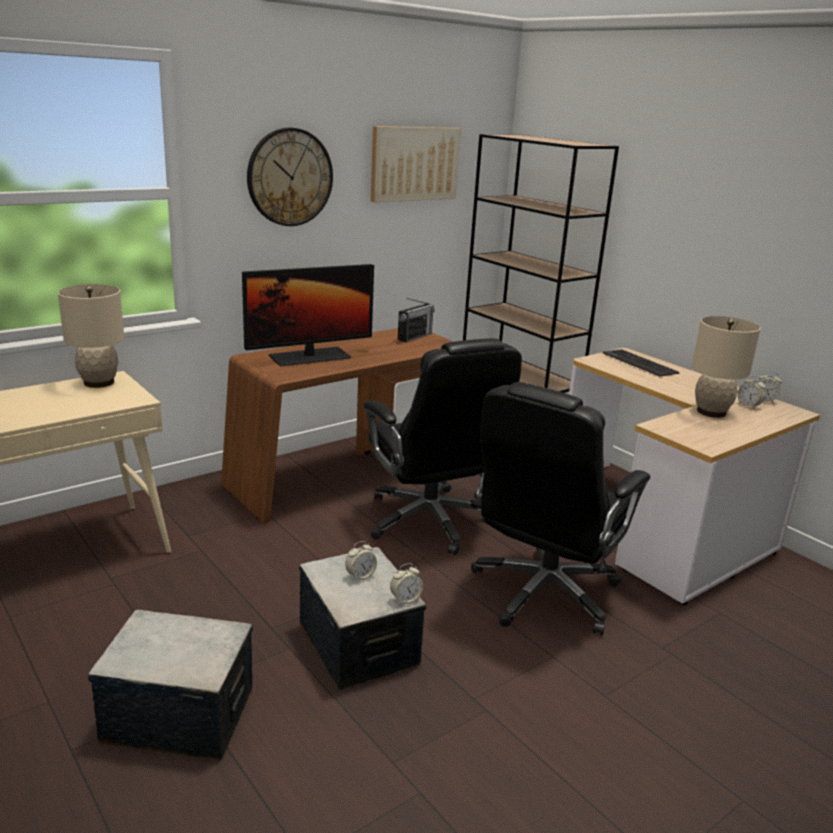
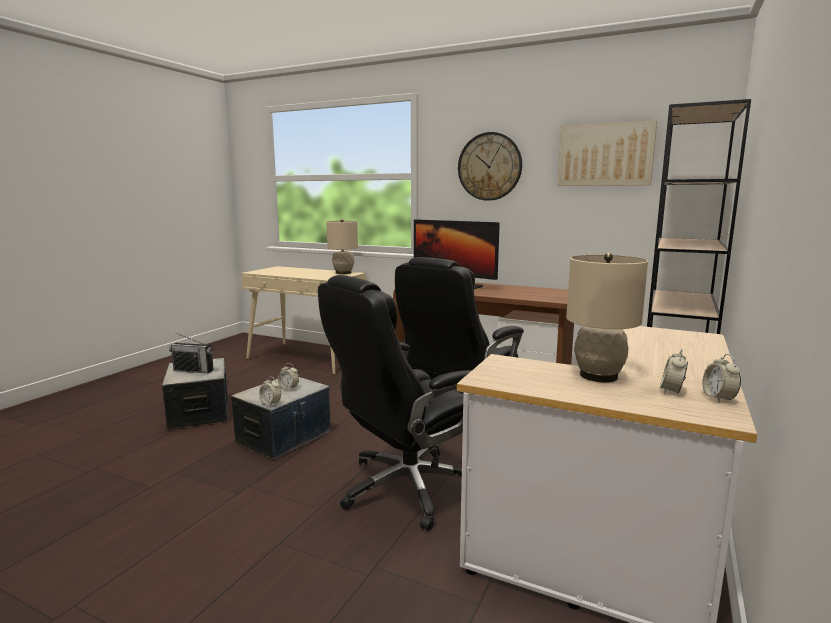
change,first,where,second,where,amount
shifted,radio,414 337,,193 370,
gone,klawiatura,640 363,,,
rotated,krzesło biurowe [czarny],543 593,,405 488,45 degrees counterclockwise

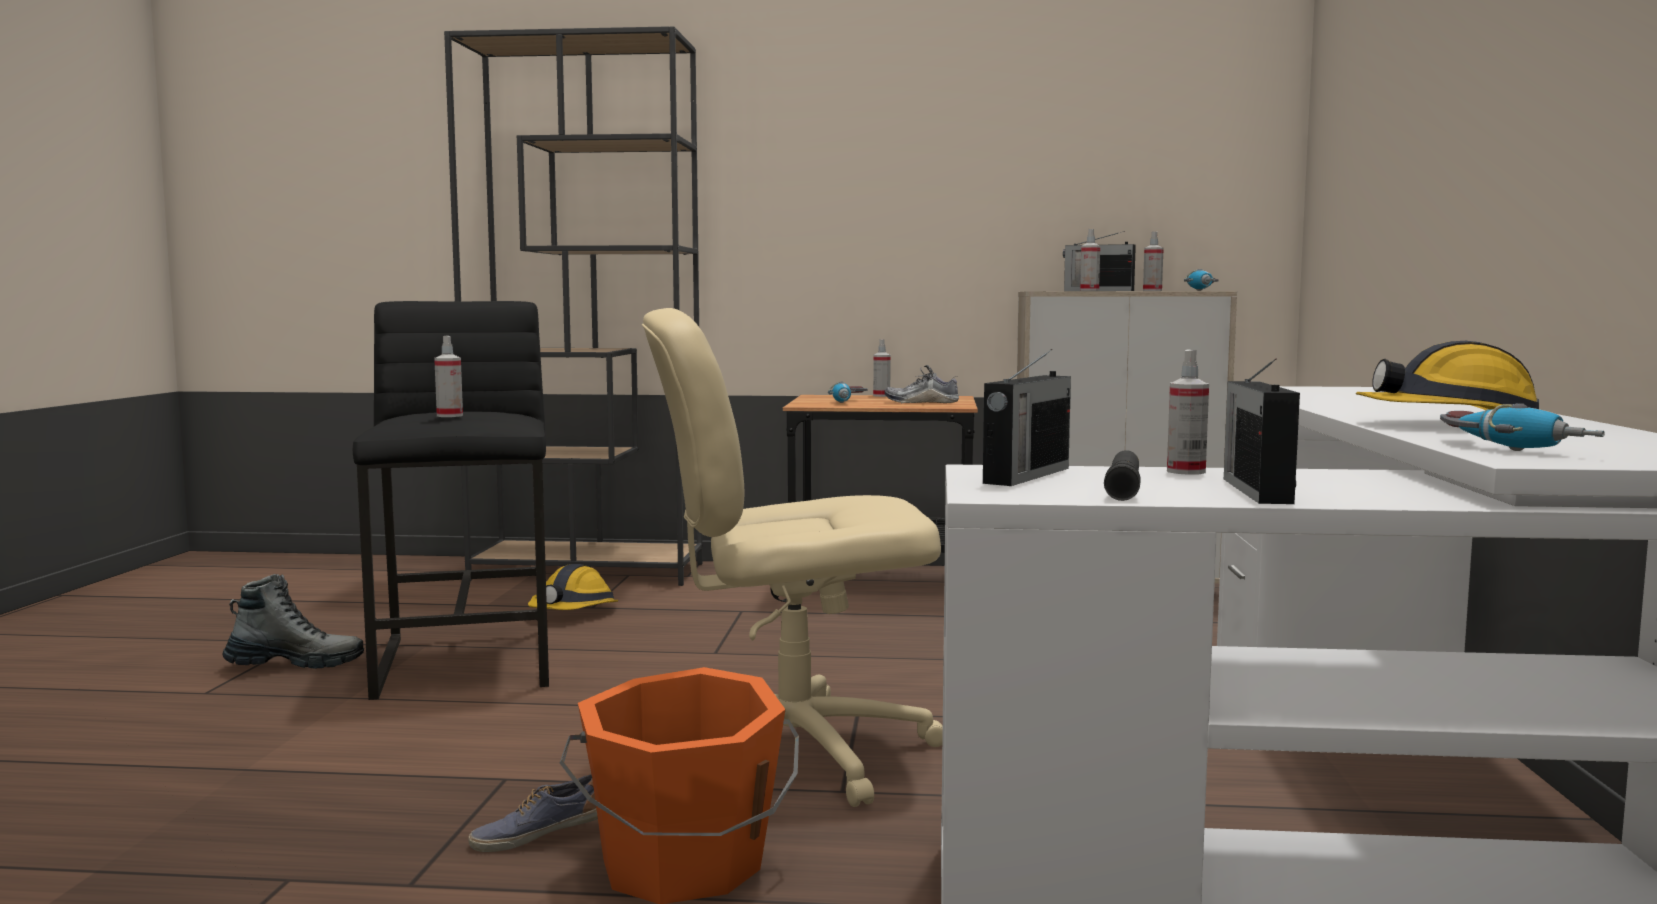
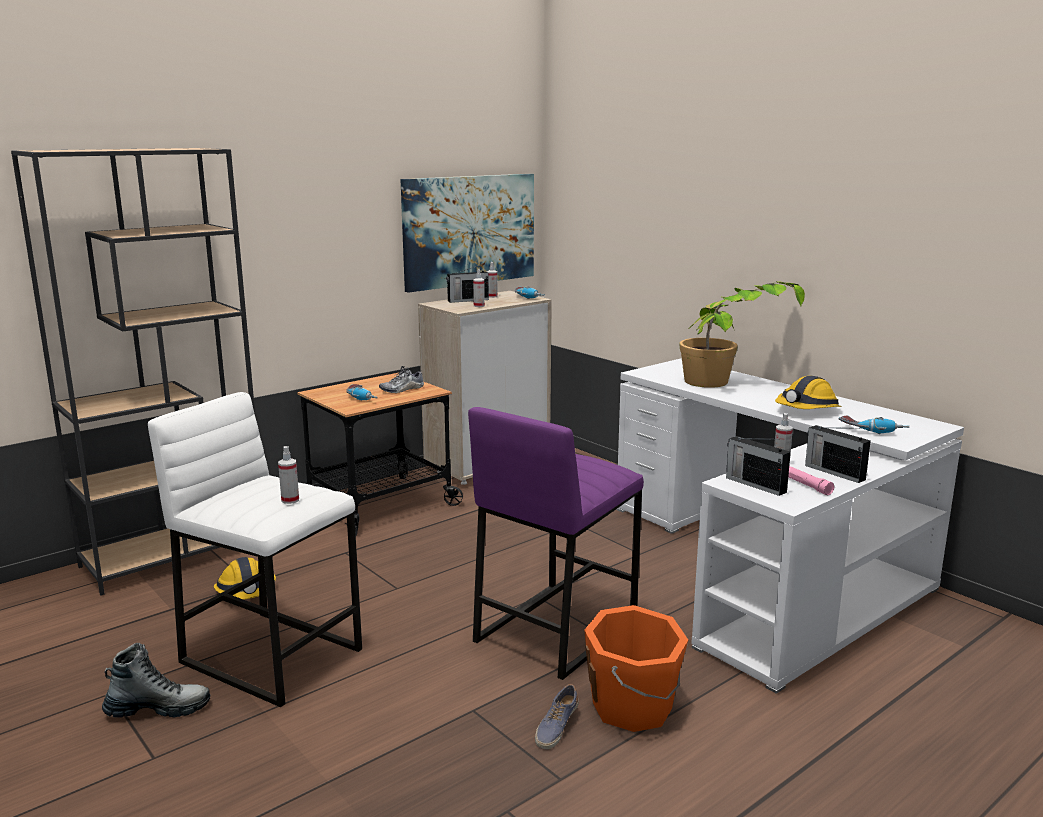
change,first,where,second,where,amount
repainted,stołek [czarny],466 662,stołek [biały],271 655,
swapped,krzesło biurowe [beżowy],793 751,stołek [fioletowy],556 630,
gone,spryskiwacz,881 395,,,
rotated,radio,1025 476,,754 484,150 degrees clockwise
repainted,latarka [czarny],1123 488,latarka [różowy],804 485,
rotated,but z cholewką,295 664,,158 709,45 degrees clockwise
new,,,obraz,469 230,
new,,,roślina doniczkowa,729 384,

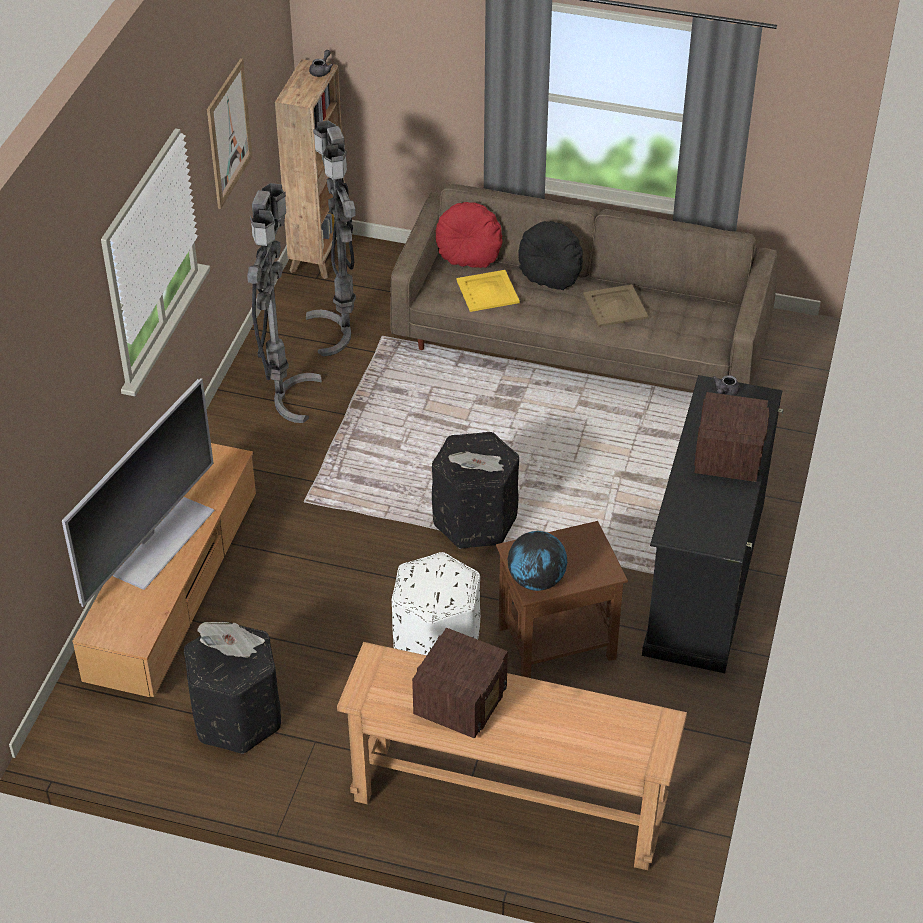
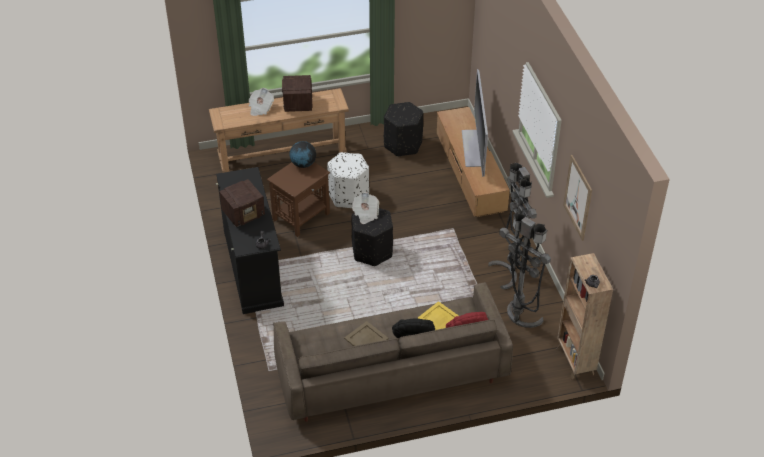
change,first,where,second,where,amount
rotated,radio,728 457,,244 213,105 degrees counterclockwise
shifted,gazeta,233 649,,260 108,

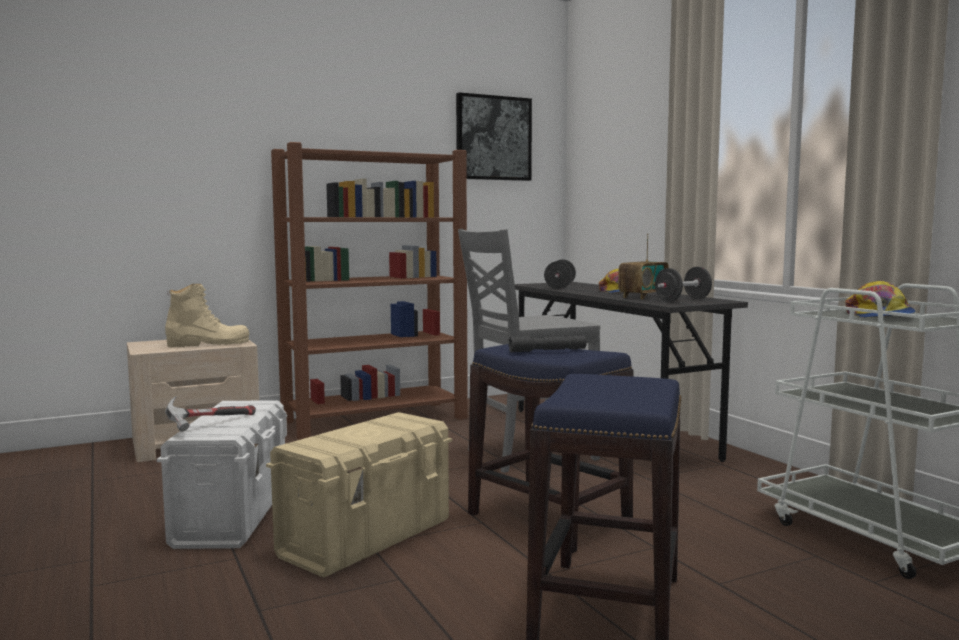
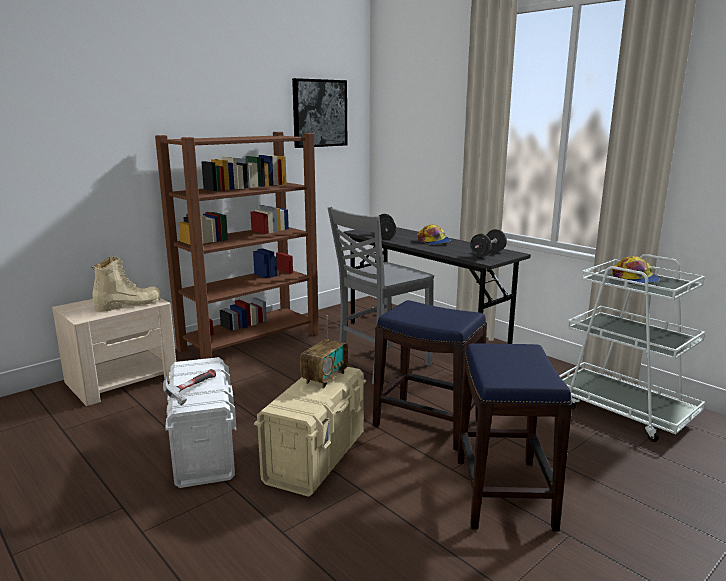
change,first,where,second,where,amount
shifted,radio,643 297,,325 378,
gone,latarka [szary],547 351,,,

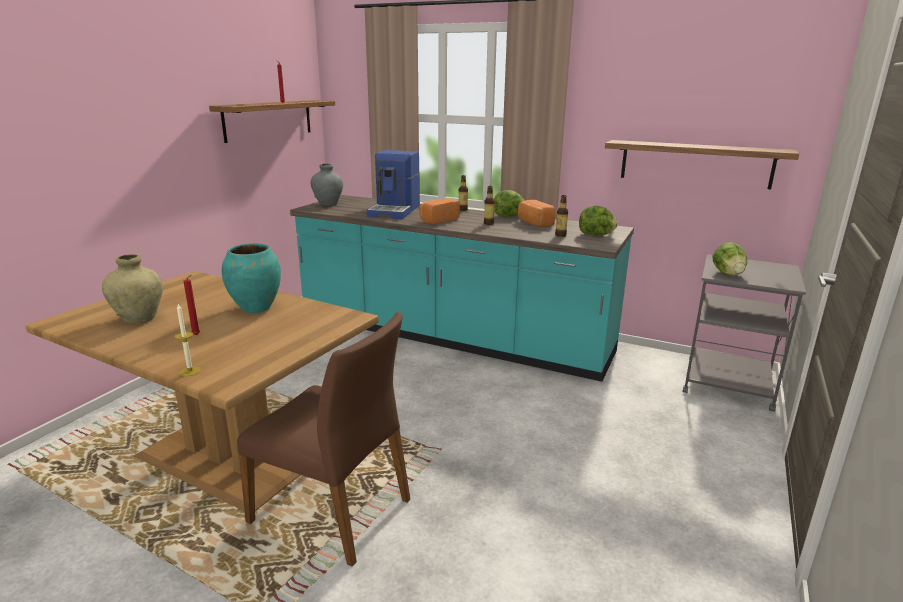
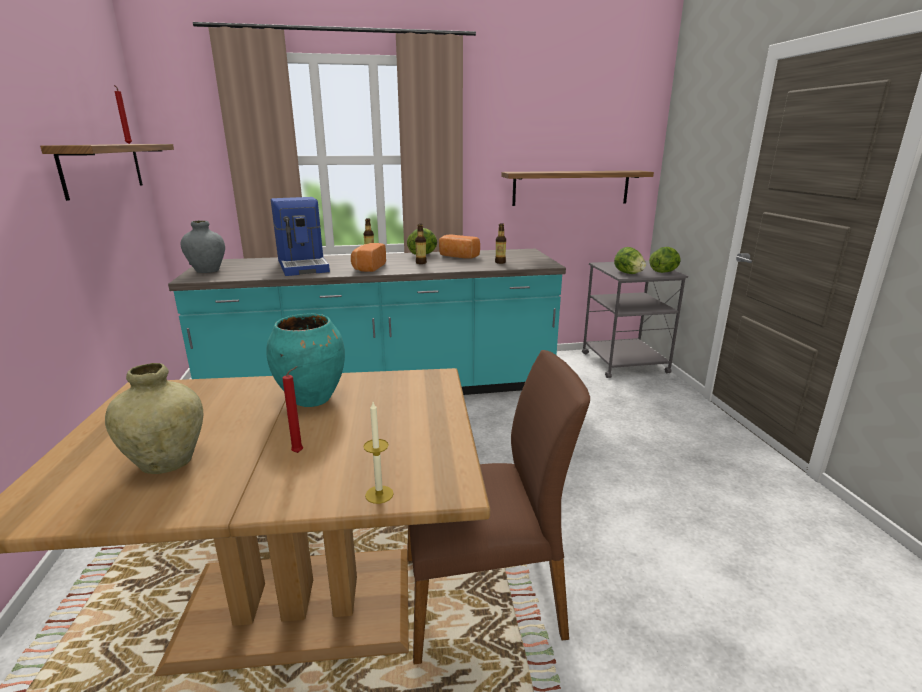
change,first,where,second,where,amount
shifted,sałata,596 235,,664 272,

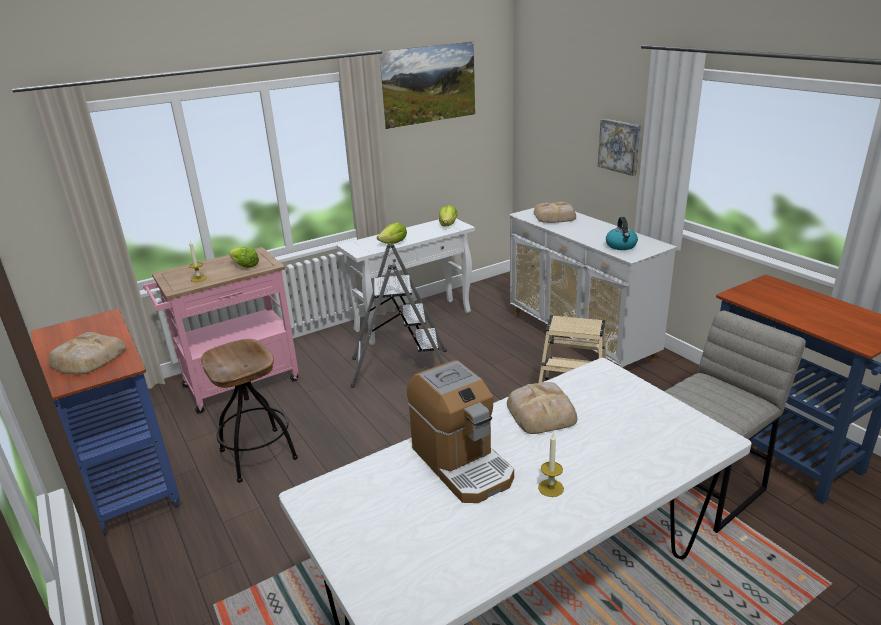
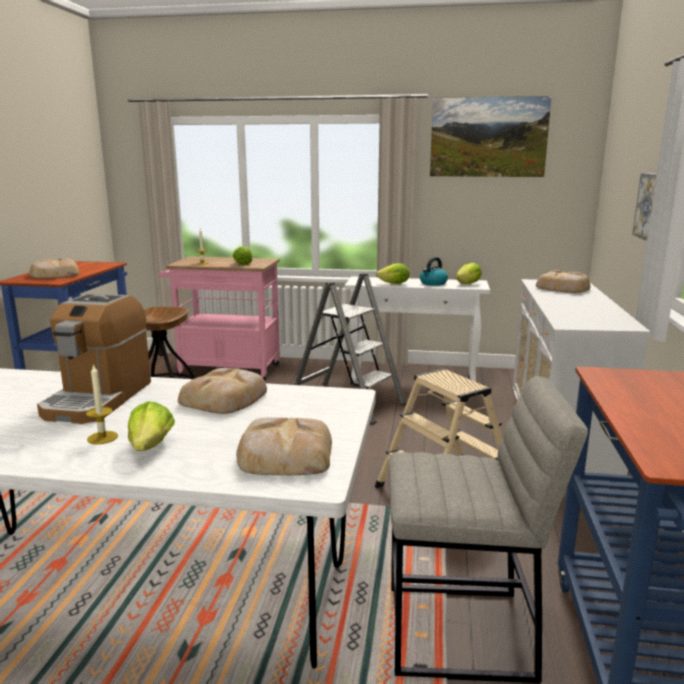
change,first,where,second,where,amount
shifted,czajnik,621 246,,433 283,
new,,,sałata,151 446,
new,,,chleb,284 455,

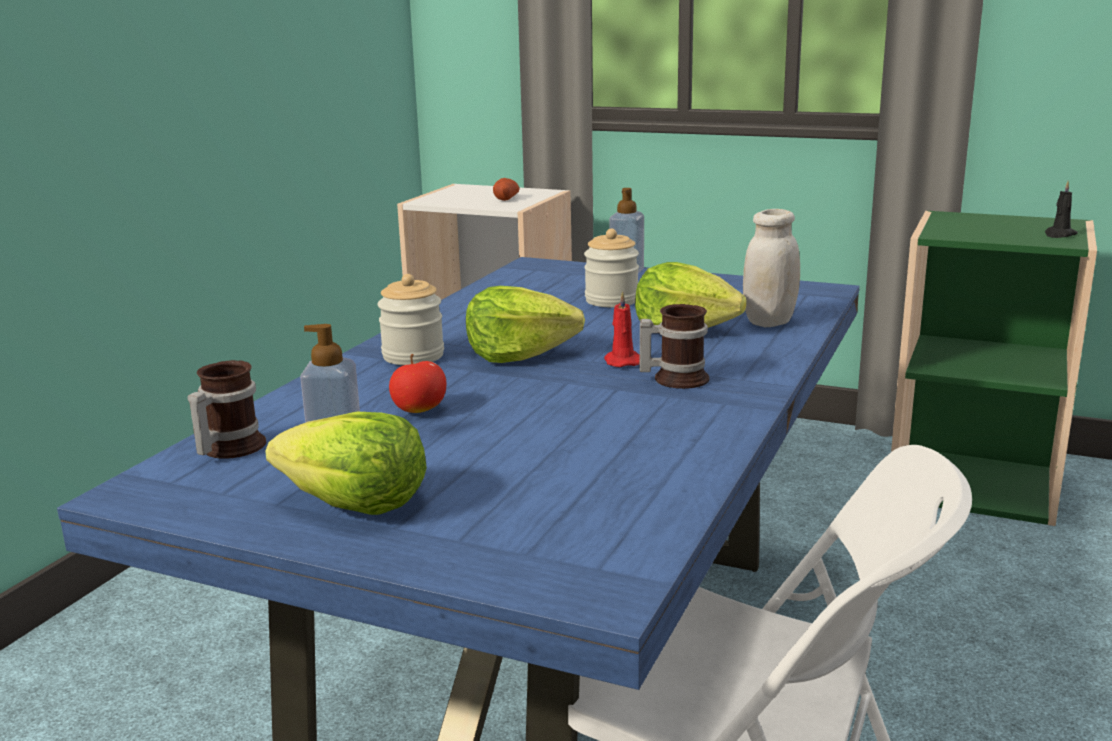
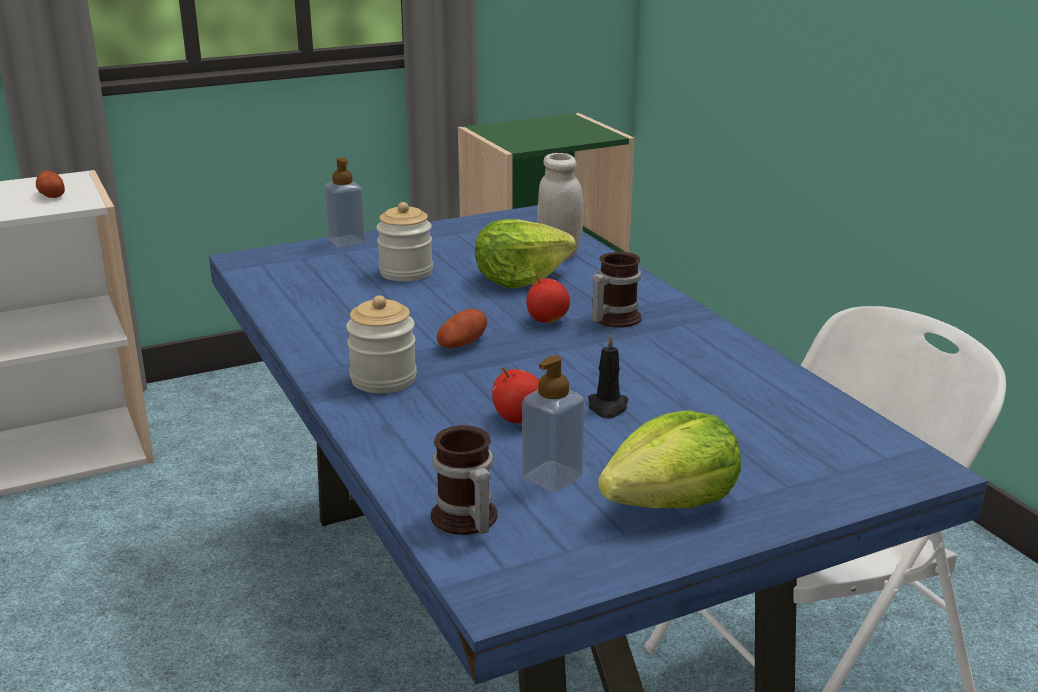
change,first,where,second,where,amount
shifted,świeca [czarny],1059 235,,607 407,
swapped,sałata,519 354,ziemniak,462 344,
swapped,świeca [czerwony],622 361,jabłko,547 320,

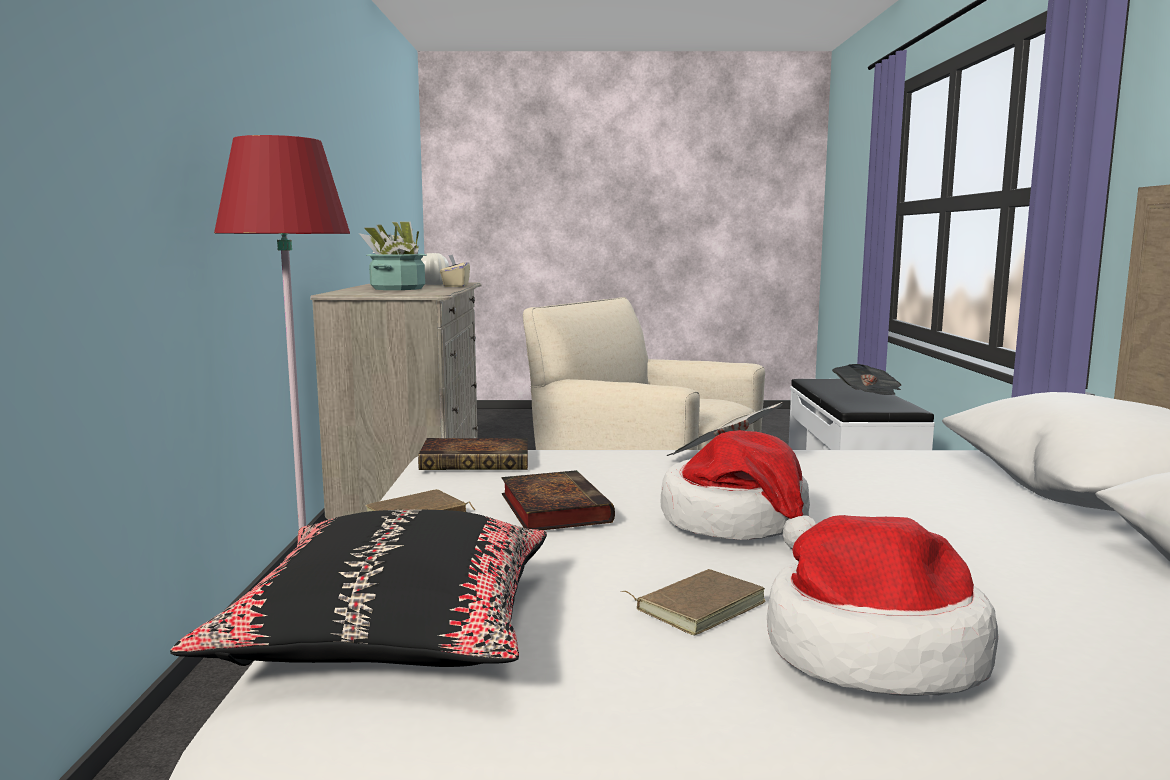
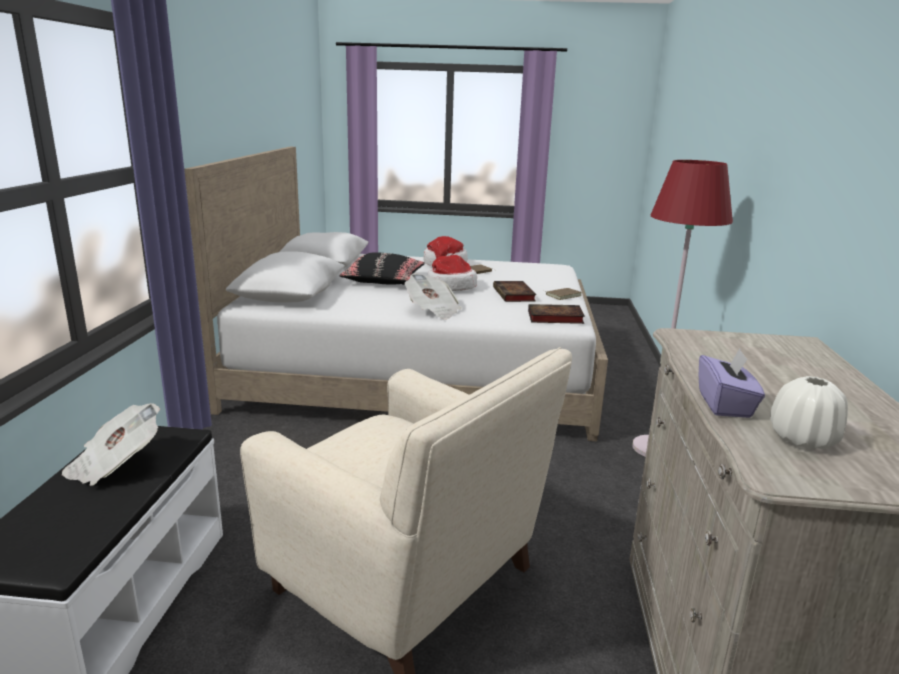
change,first,where,second,where,amount
gone,roślina doniczkowa,397 288,,,
repainted,pudełko chusteczek [beżowy],455 286,pudełko chusteczek [fioletowy],725 404,
shifted,poduszka [czarny],391 626,,384 280,

